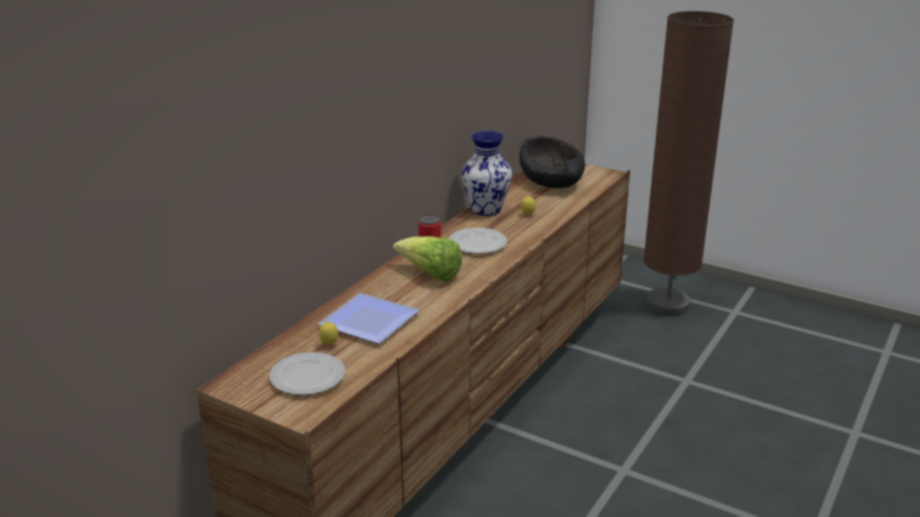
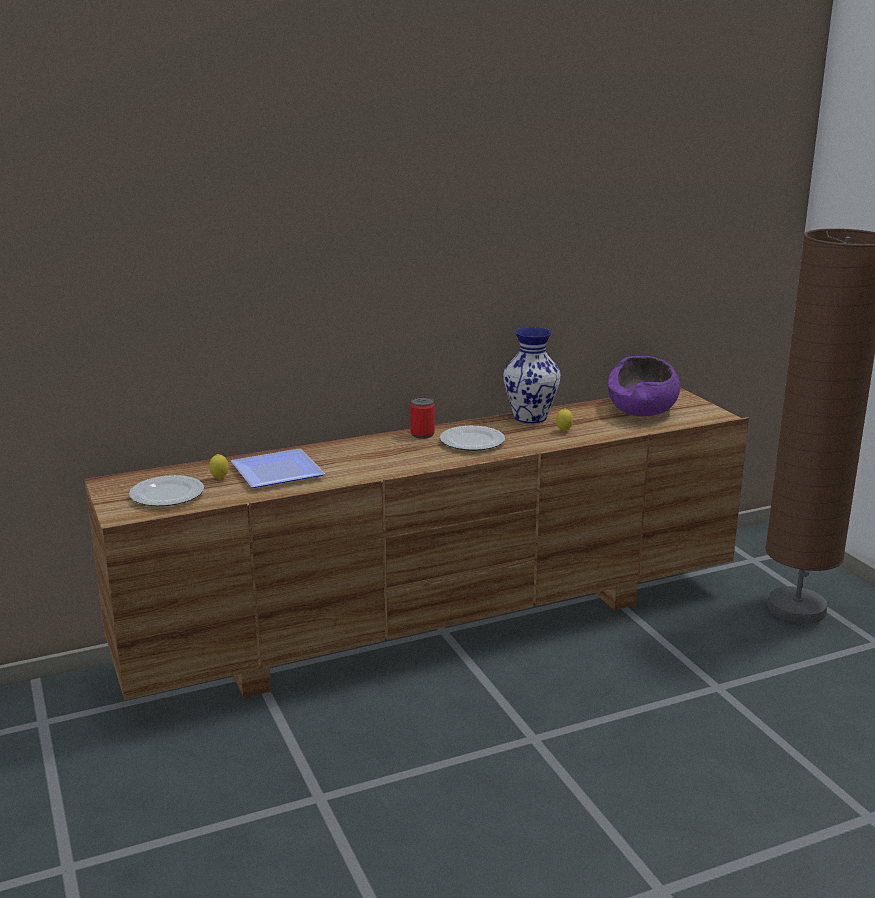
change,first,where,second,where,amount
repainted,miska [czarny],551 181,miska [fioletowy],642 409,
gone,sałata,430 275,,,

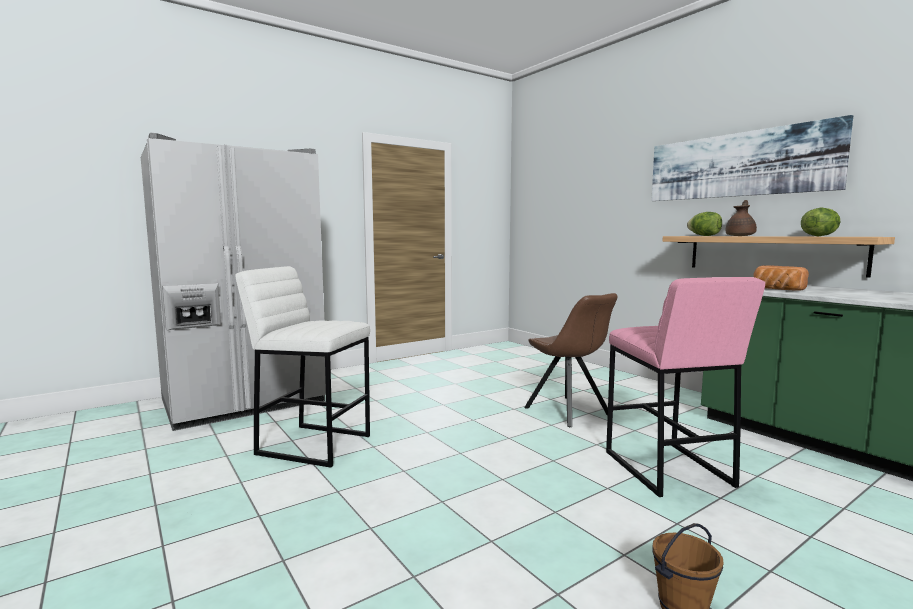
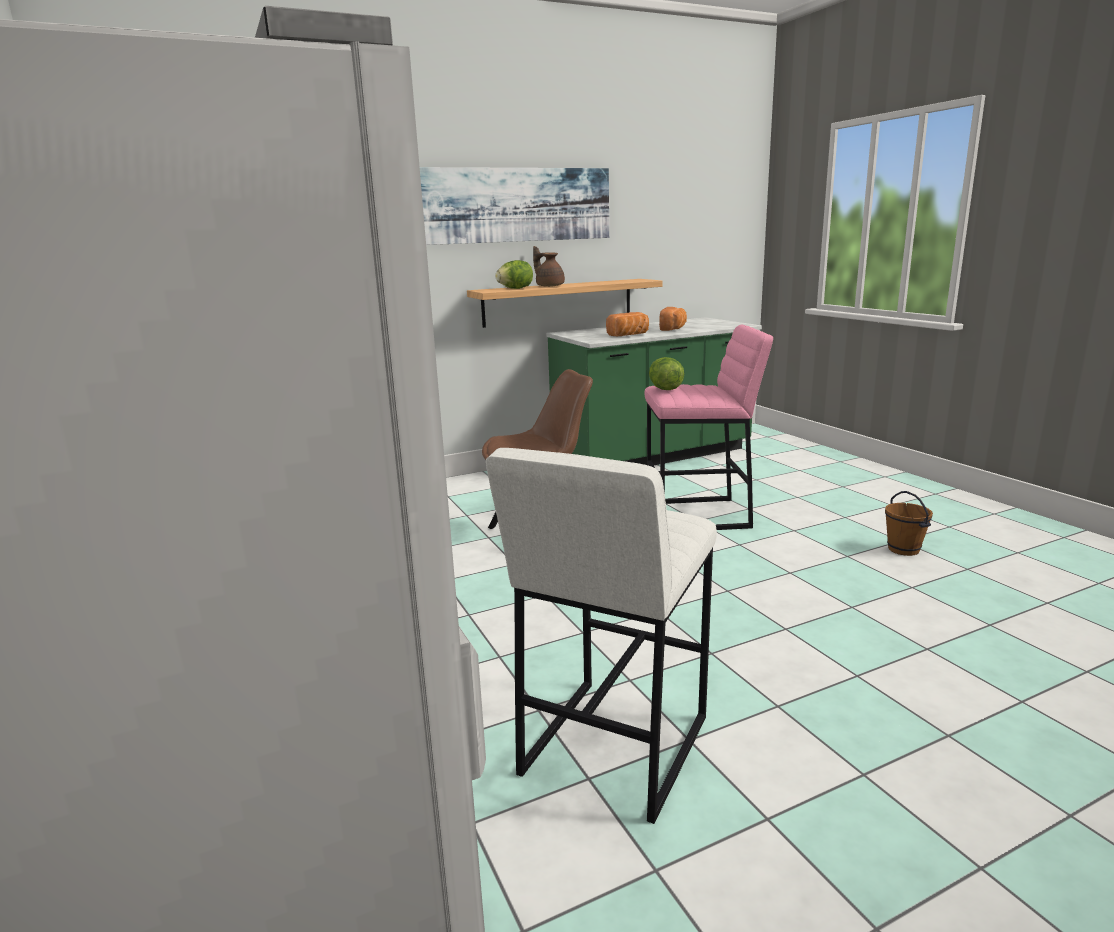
change,first,where,second,where,amount
shifted,sałata,820 236,,665 389,
new,,,chleb,674 329,

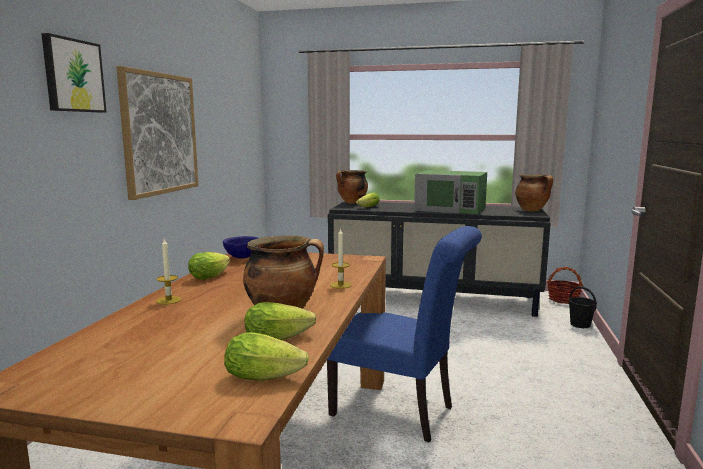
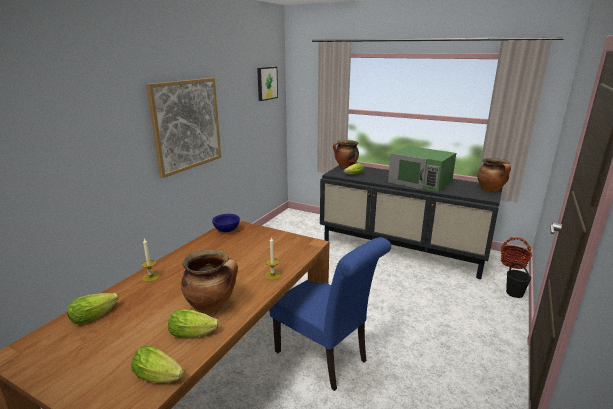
change,first,where,second,where,amount
shifted,obraz,73 75,,266 83,
shifted,sałata,211 275,,96 315,

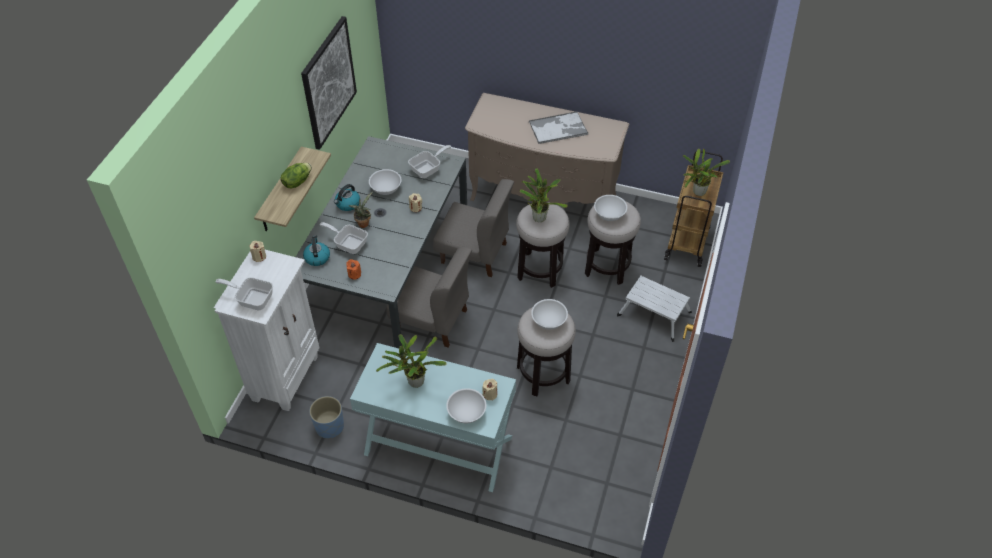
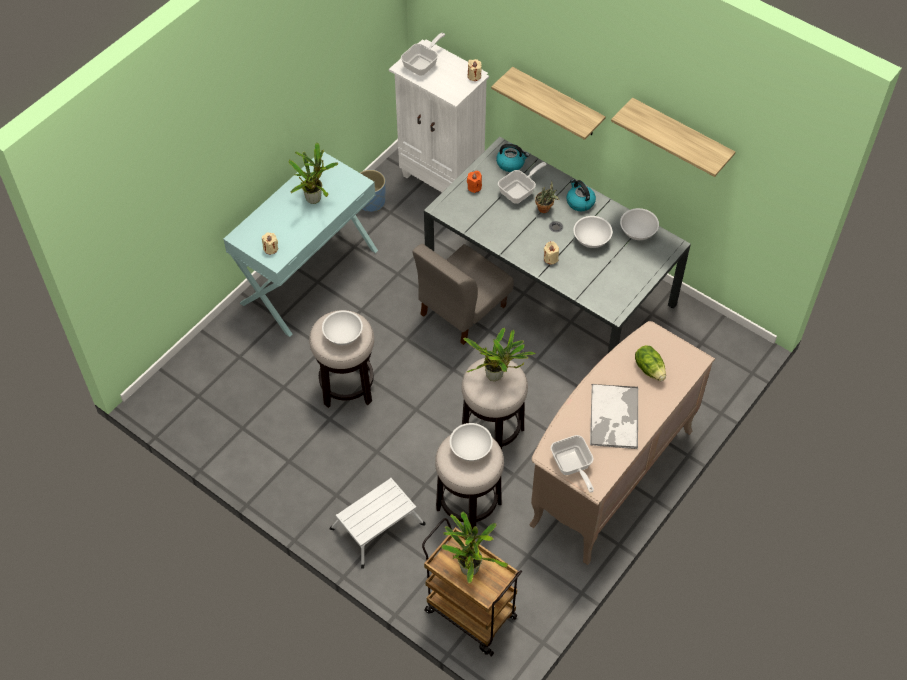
change,first,where,second,where,amount
swapped,obraz,328 82,półka,680 136,
shifted,patelnia,428 169,,572 466,
shifted,sałata,297 182,,649 369,
gone,krzesło [szary],474 253,,,
shifted,miska [biały],466 412,,638 232,

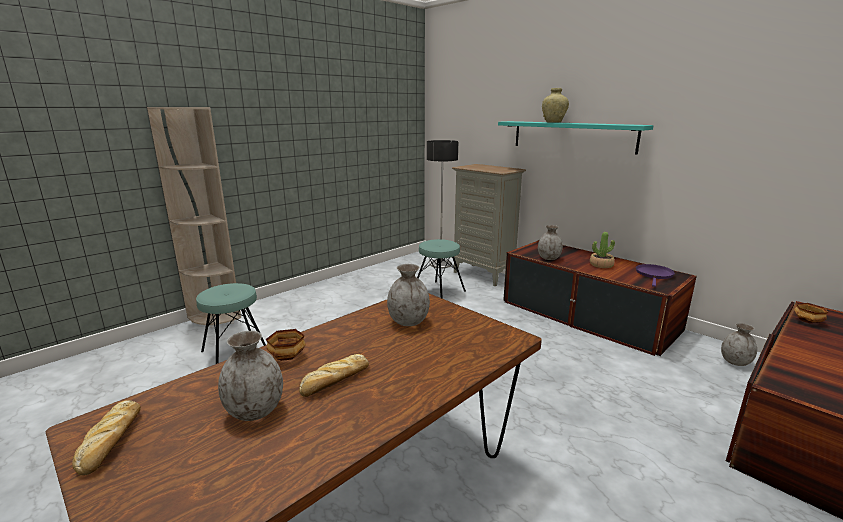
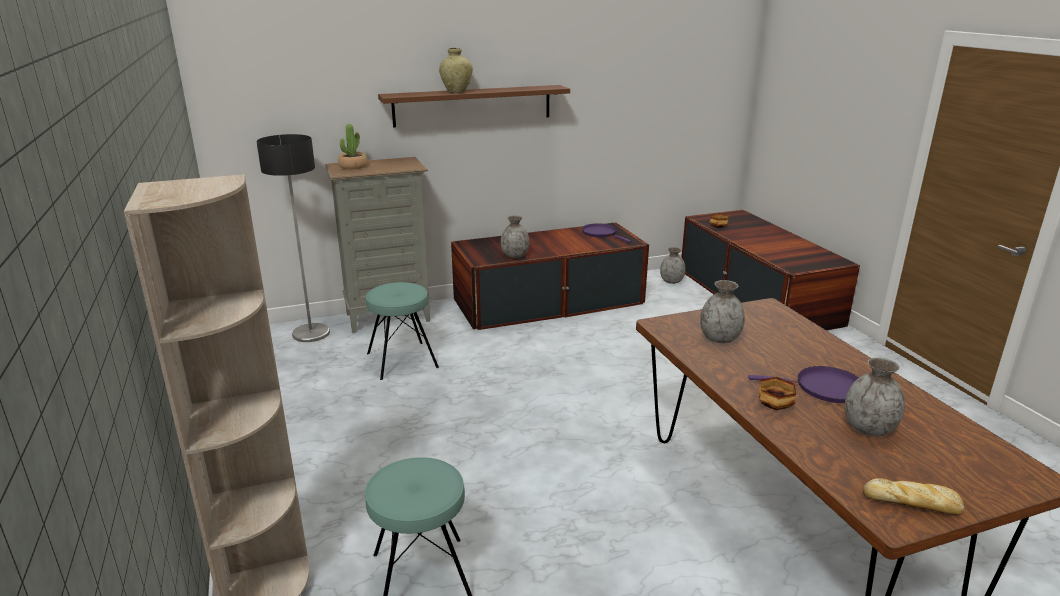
change,first,where,second,where,amount
repainted,półka [turkusowy],572 136,półka [brązowy],473 105,
shifted,roślina doniczkowa,601 265,,353 166,
swapped,chleb,334 381,patelnia [fioletowy],824 388,

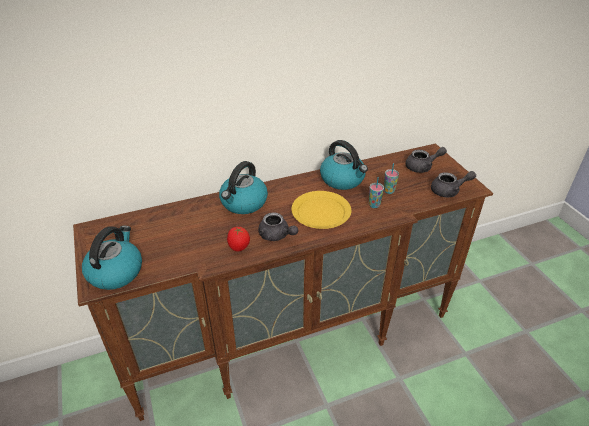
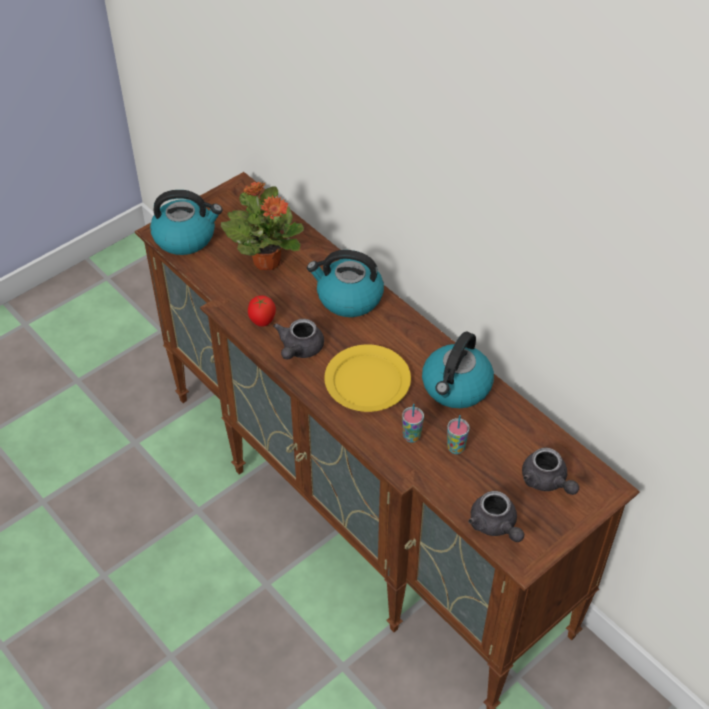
change,first,where,second,where,amount
new,,,roślina doniczkowa,266 260,

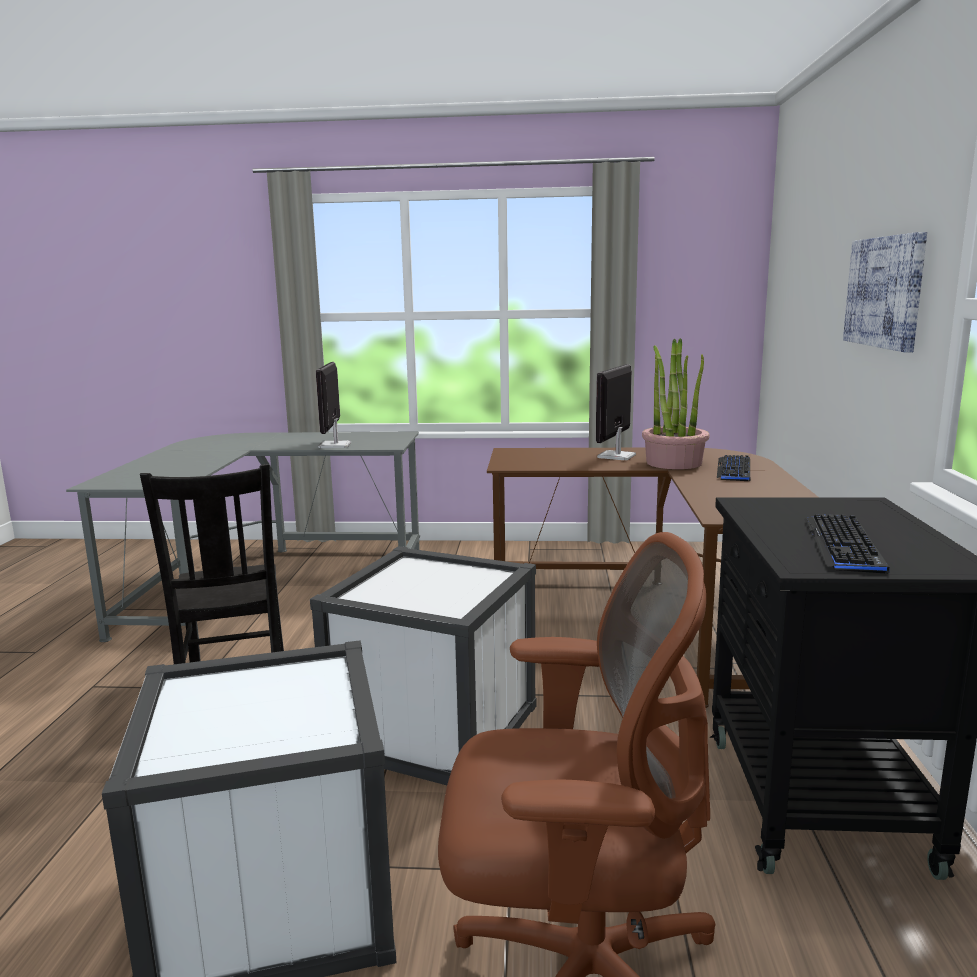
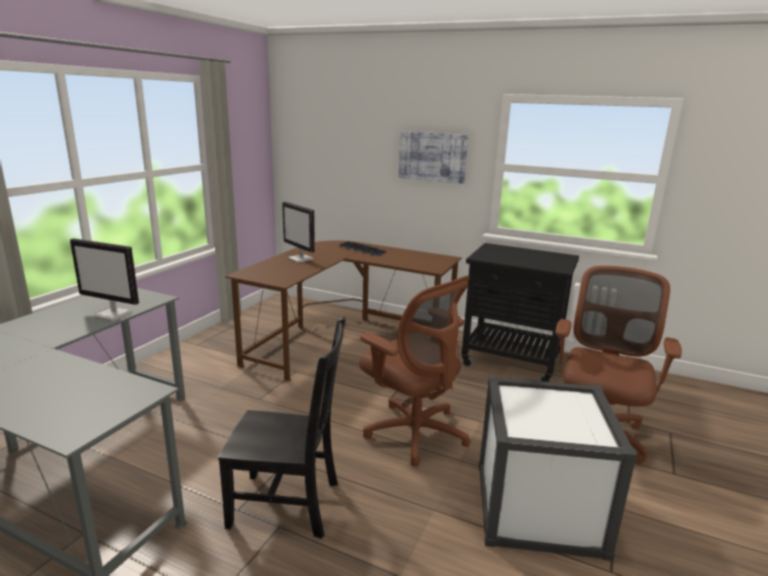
change,first,where,second,where,amount
gone,roślina doniczkowa,673 463,,,
gone,klawiatura,843 545,,,
swapped,pojemnik do przechowywania [biały],433 729,krzesło biurowe [brązowy],409 431,

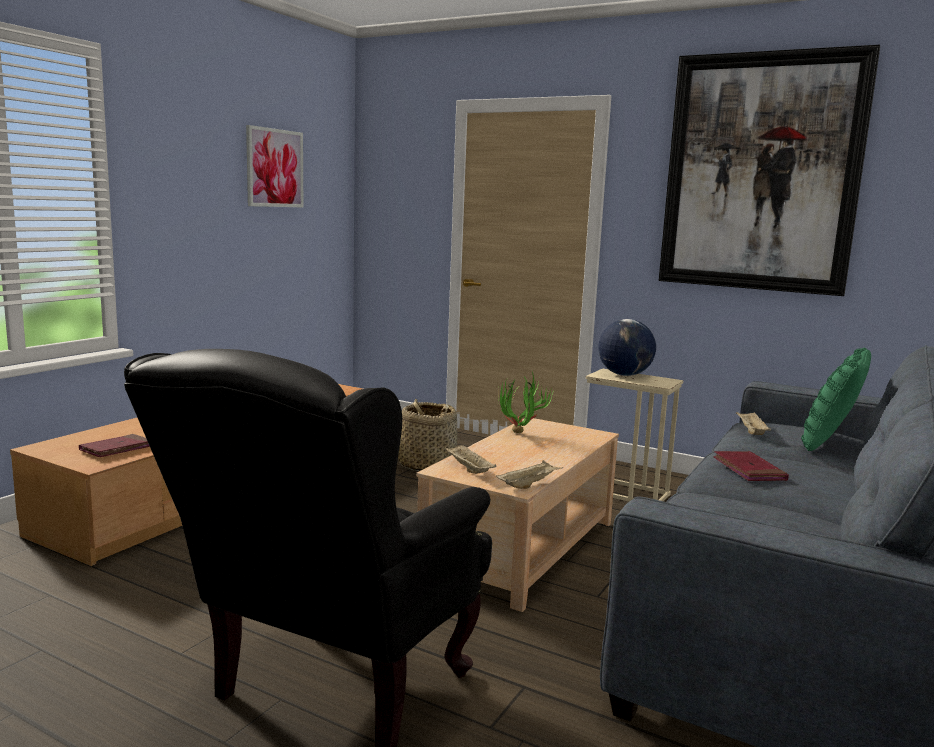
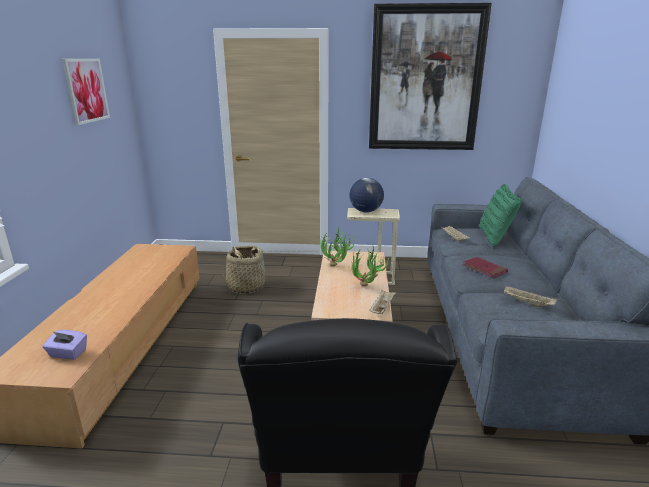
change,first,where,second,where,amount
swapped,książka [czerwony],117 449,pudełko chusteczek [fioletowy],67 354,
shifted,taca [beżowy],468 469,,526 303,
new,,,roślina doniczkowa,366 288,

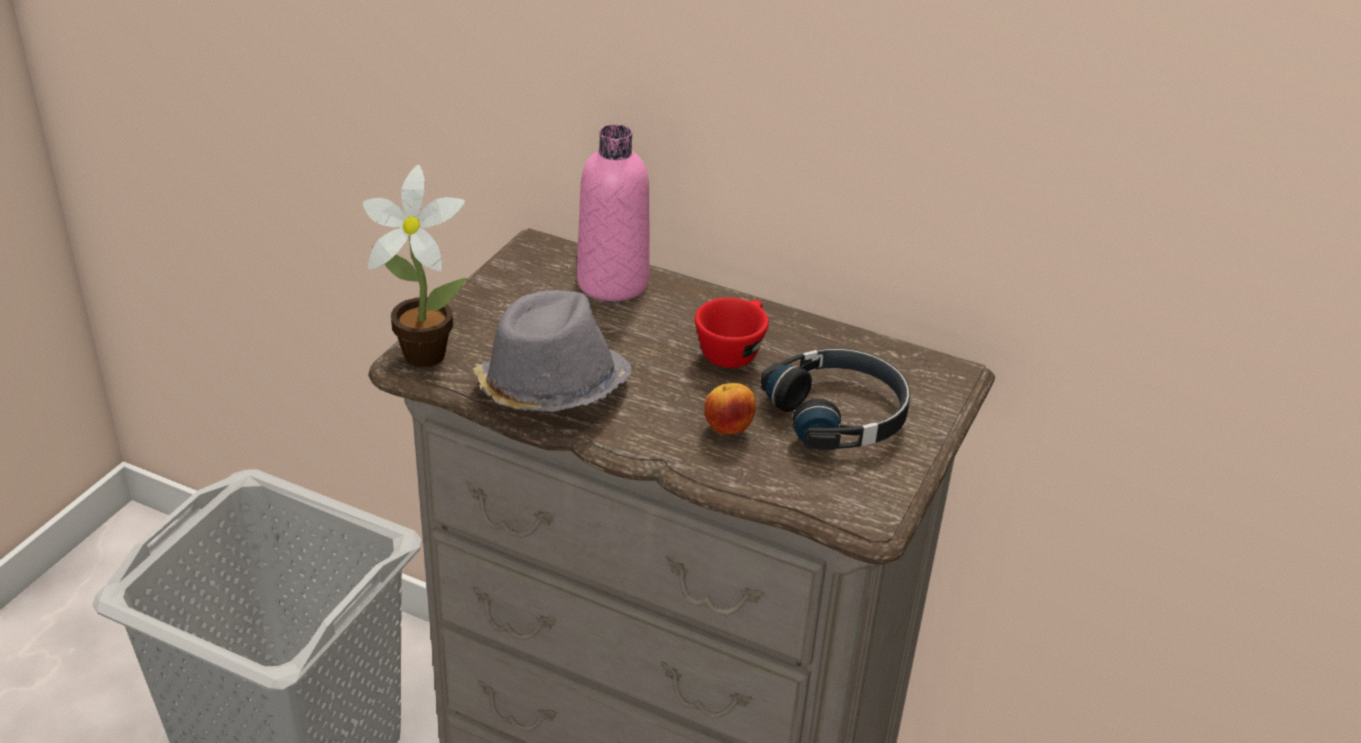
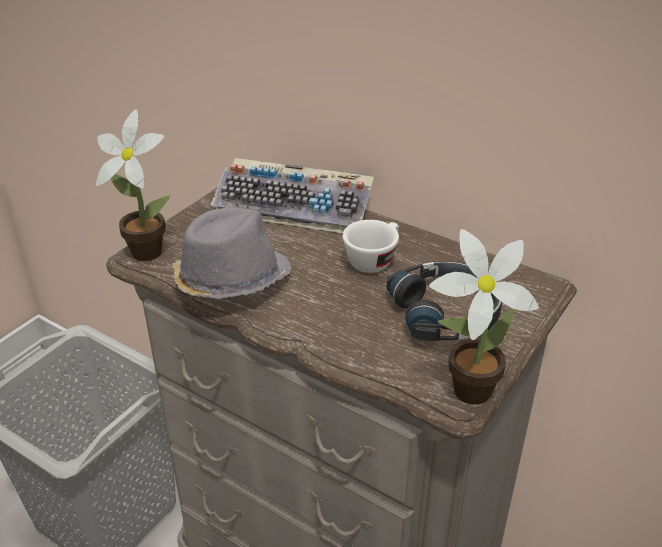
change,first,where,second,where,amount
swapped,butelka [różowy],612 282,klawiatura,296 207,
repainted,filiżanka [czerwony],733 350,filiżanka [biały],373 259,
gone,jabłko,728 429,,,
new,,,roślina doniczkowa,465 391,

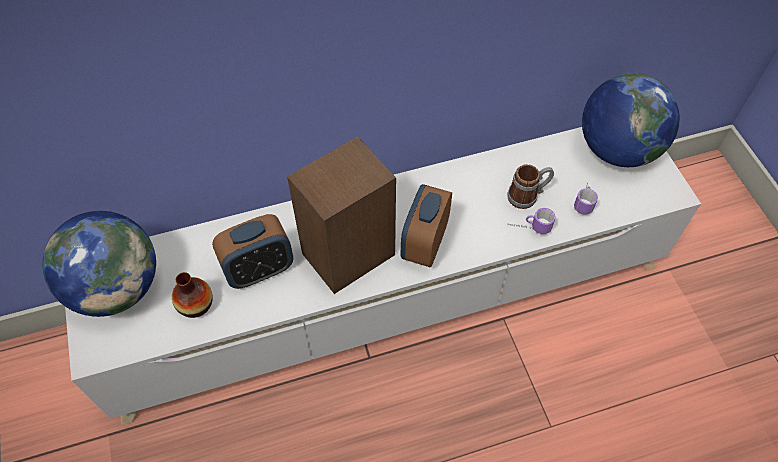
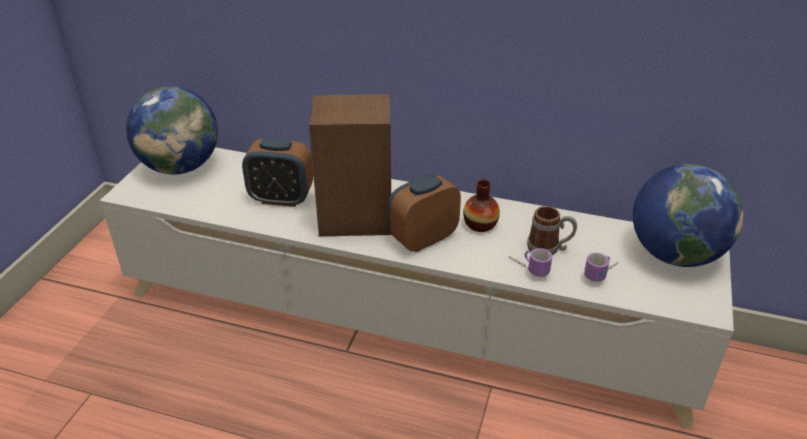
change,first,where,second,where,amount
shifted,wazon,195 304,,480 224,

